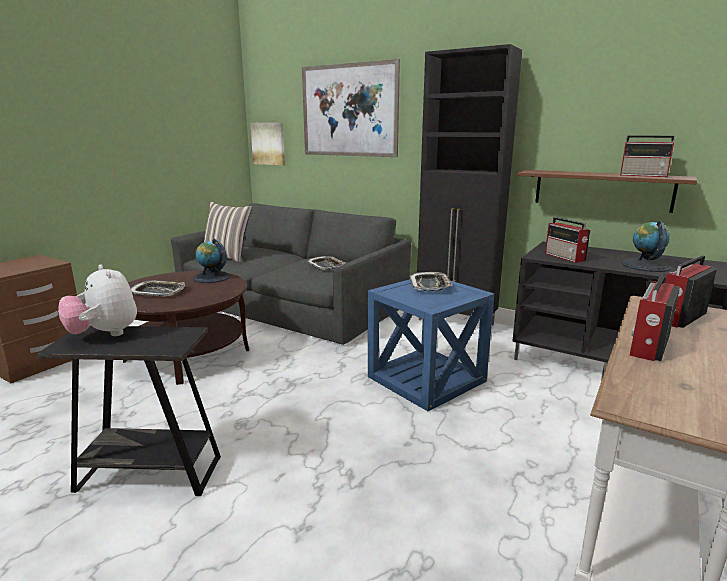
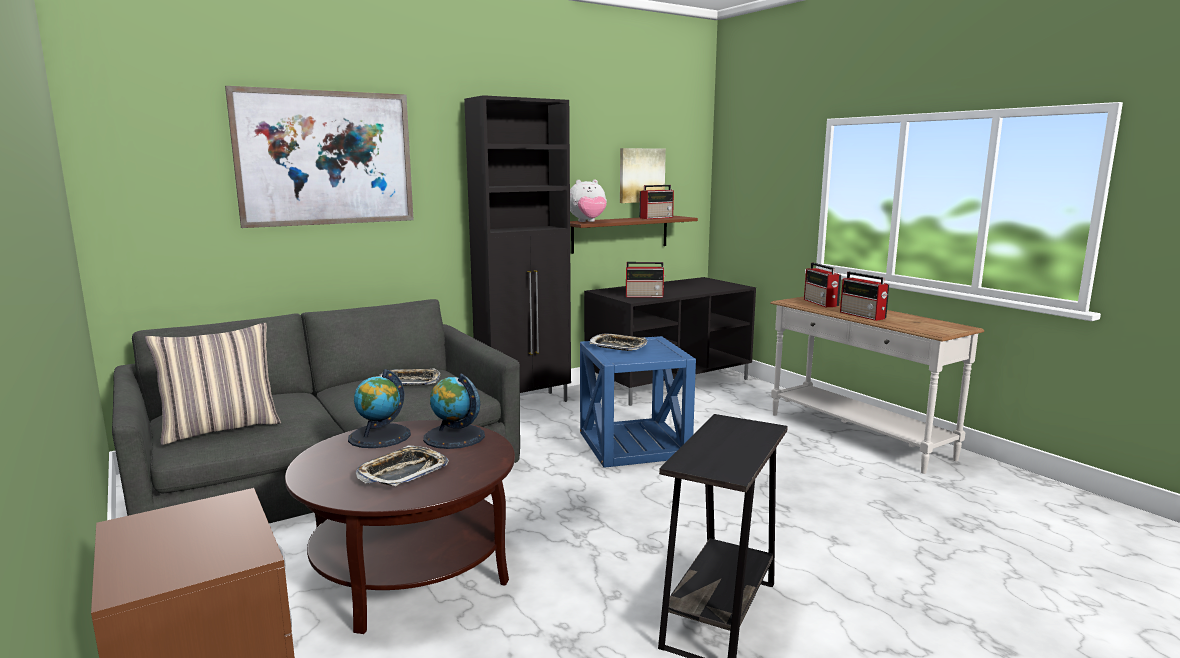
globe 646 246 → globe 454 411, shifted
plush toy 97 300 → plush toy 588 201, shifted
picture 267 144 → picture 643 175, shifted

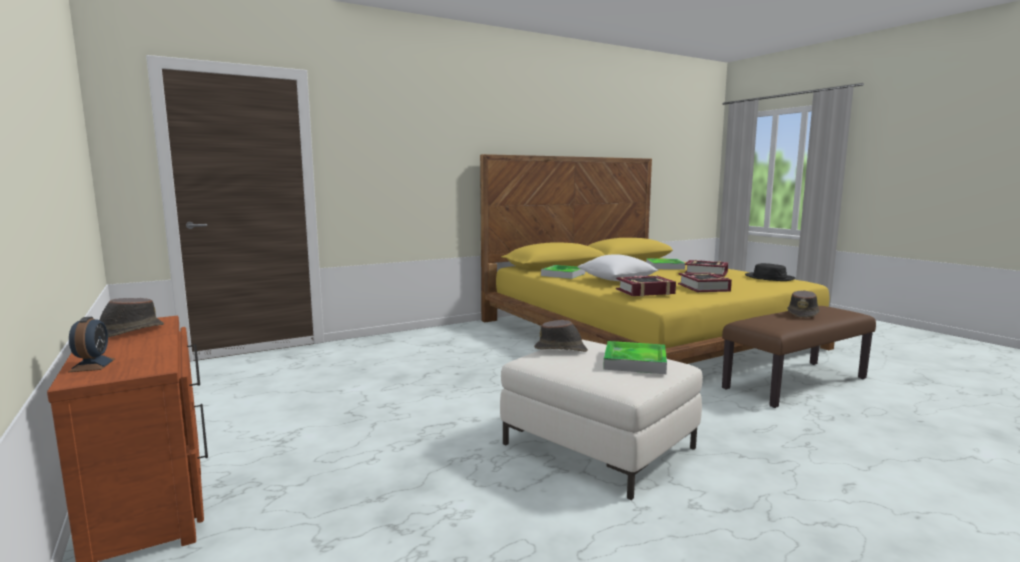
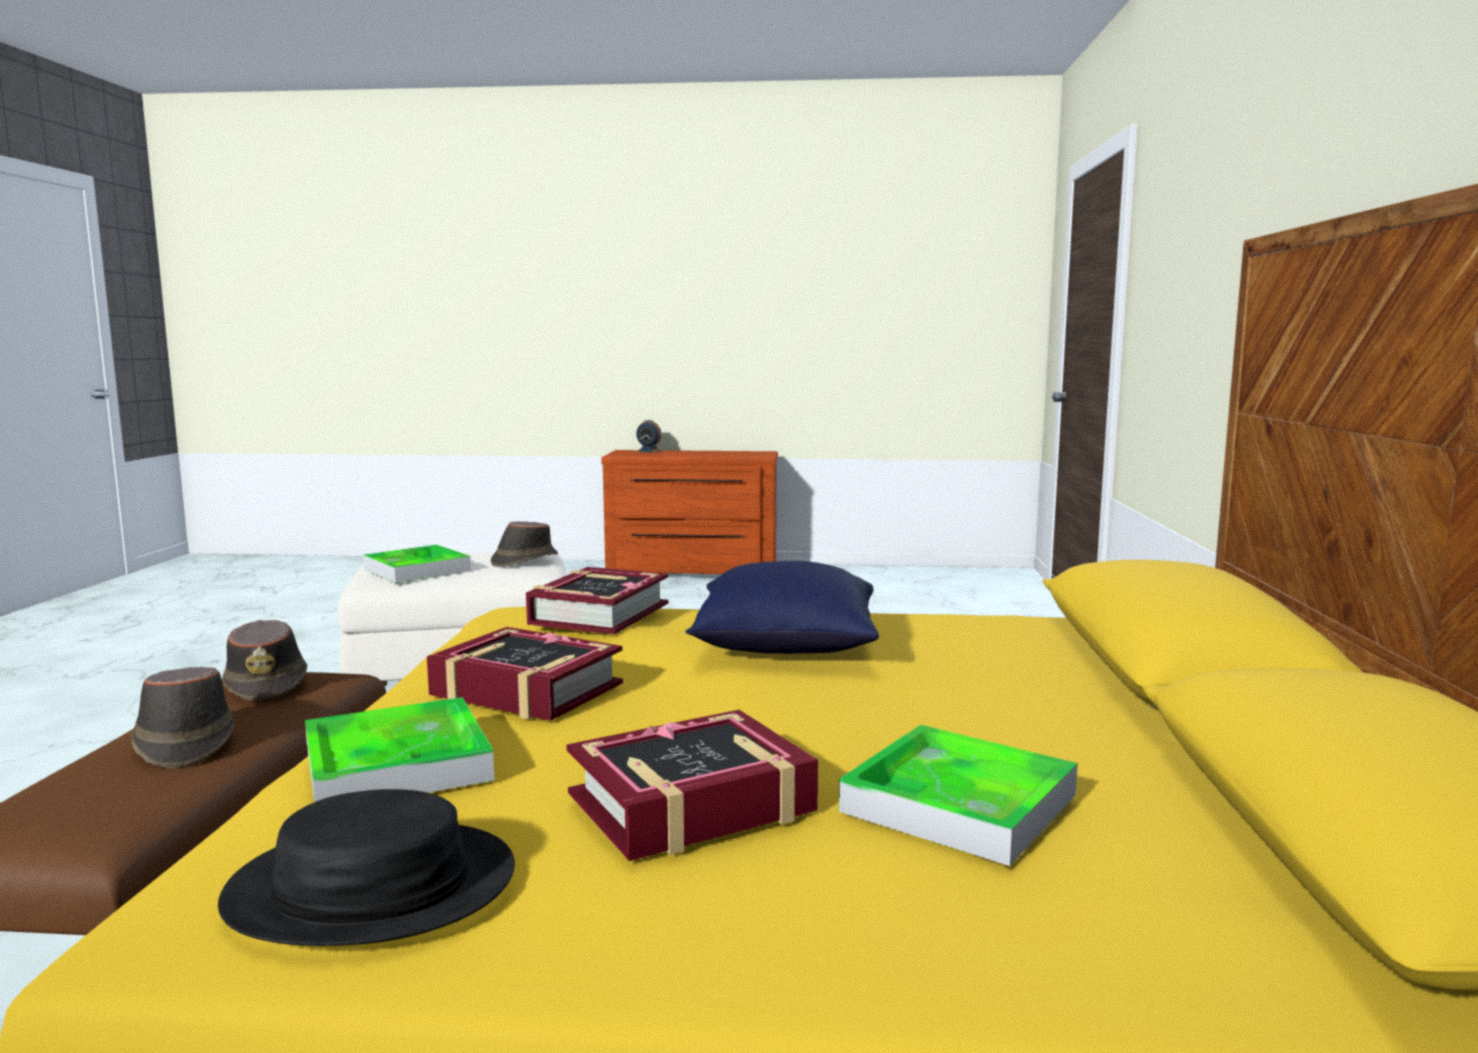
brown hat 132 318 → brown hat 264 660, shifted
tray 563 272 → tray 399 749, shifted
white pillow 618 267 → blue pillow 782 607

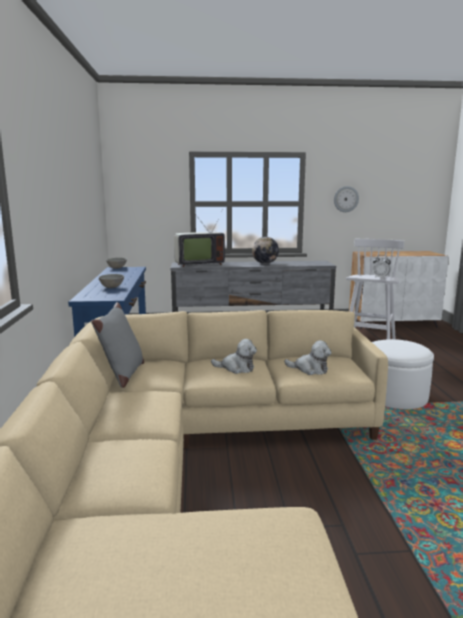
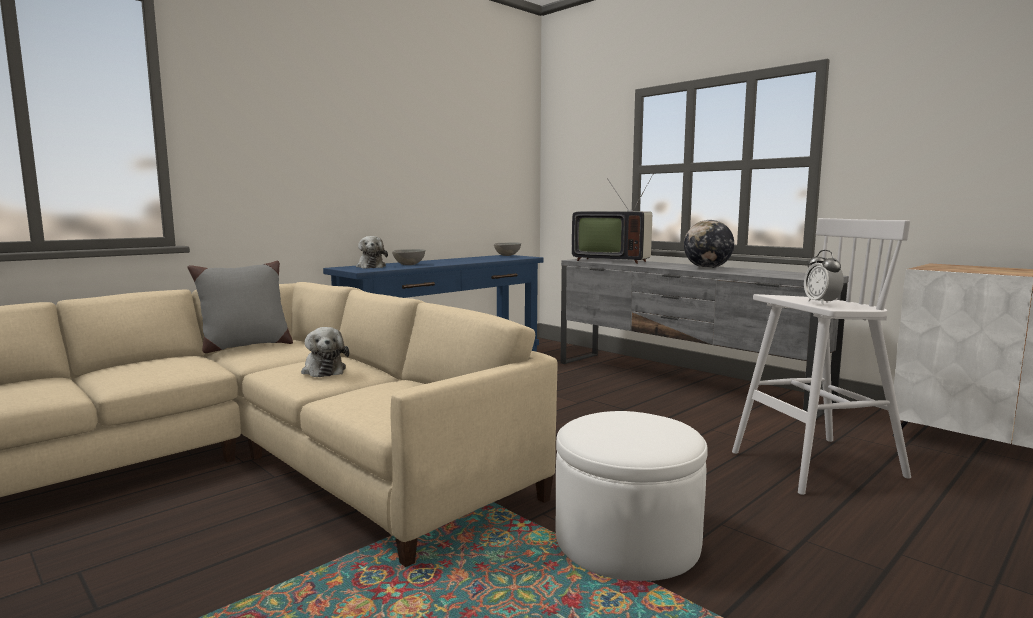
plush toy 307 357 → plush toy 372 252, shifted
wall clock 346 199 → -

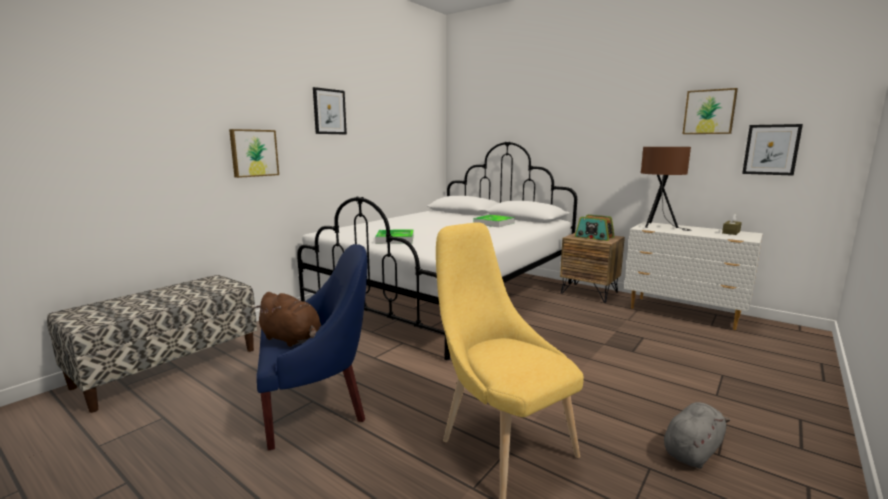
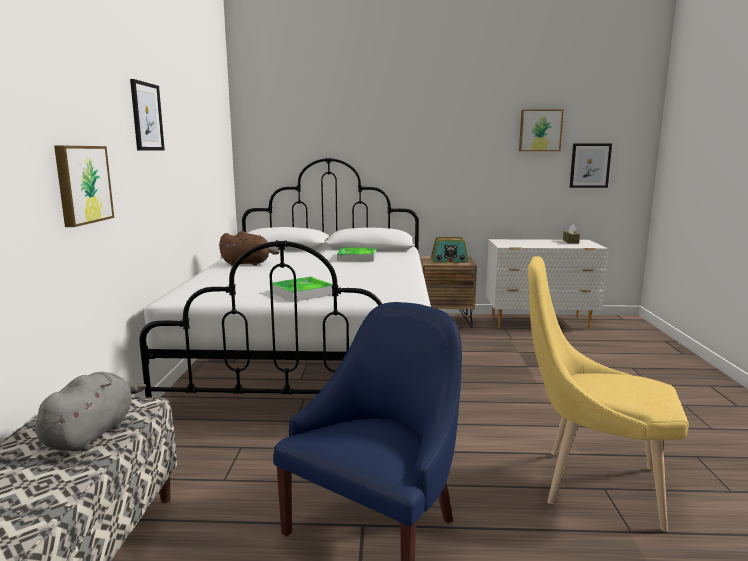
grey plush toy 697 435 → grey plush toy 90 411, shifted
brown plush toy 287 319 → brown plush toy 249 248, shifted
brown table lamp 666 189 → -

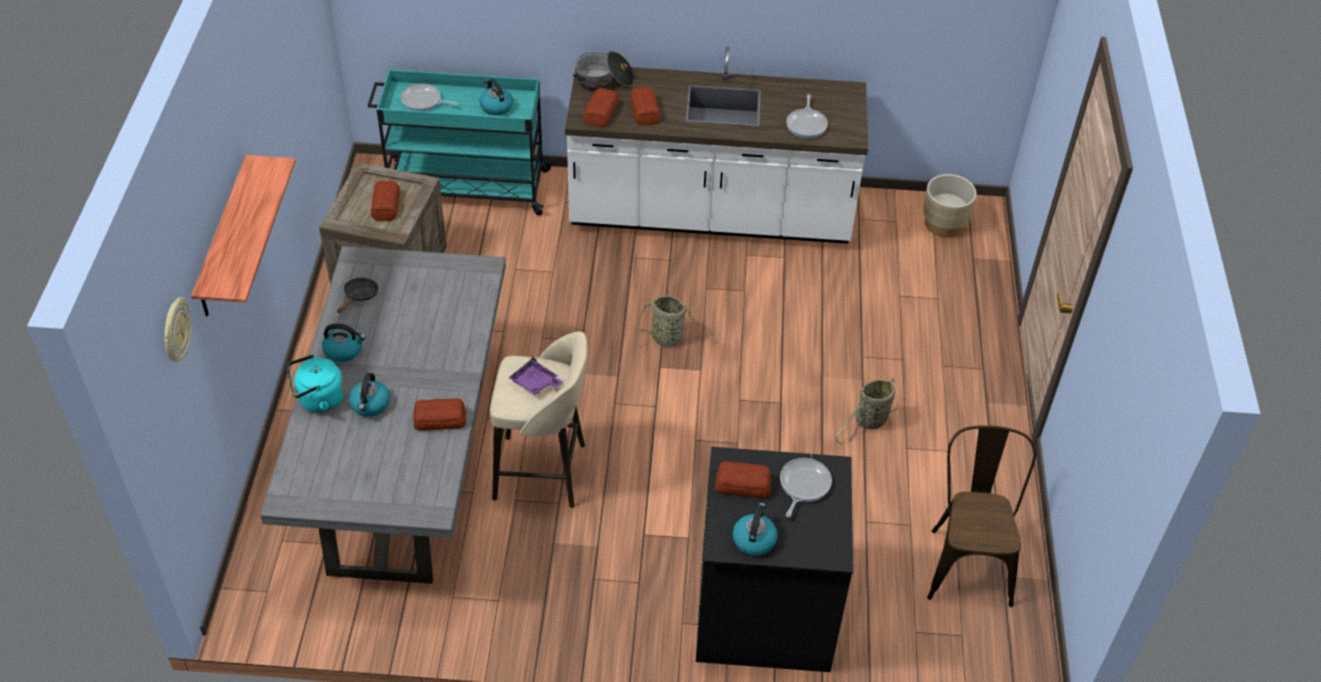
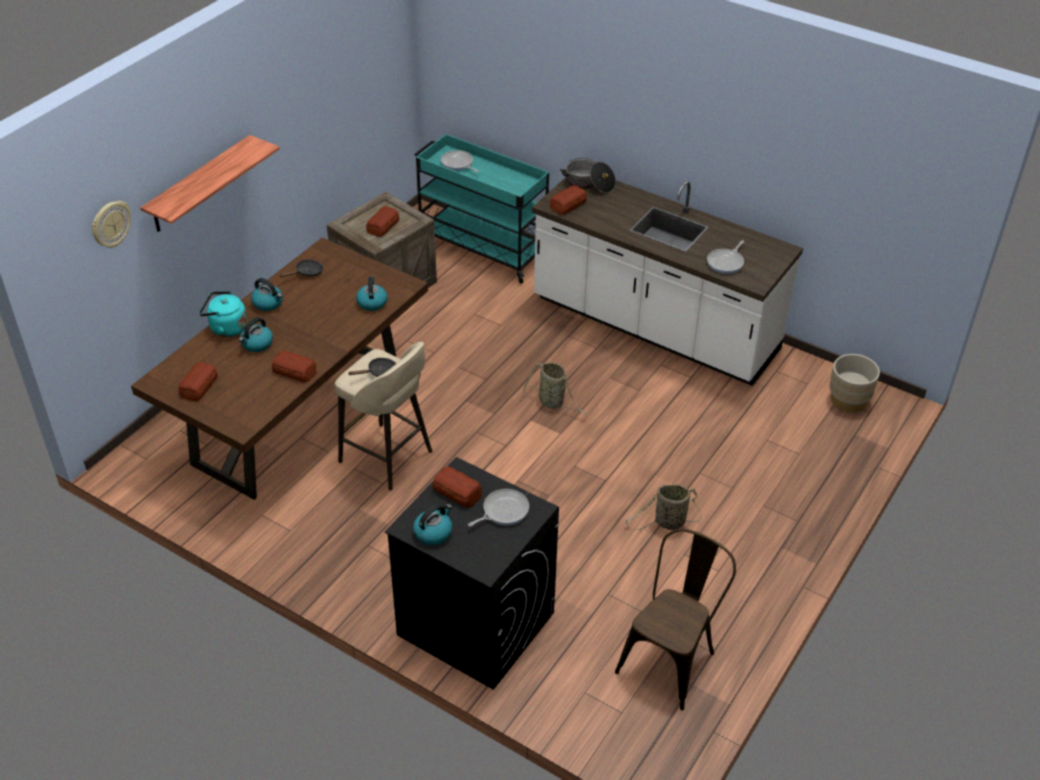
grey dining table 383 415 → brown dining table 279 369
bread 645 106 → bread 198 381, shifted
purple tray 536 376 → black frying pan 372 367
kettle 496 97 → kettle 372 294, shifted

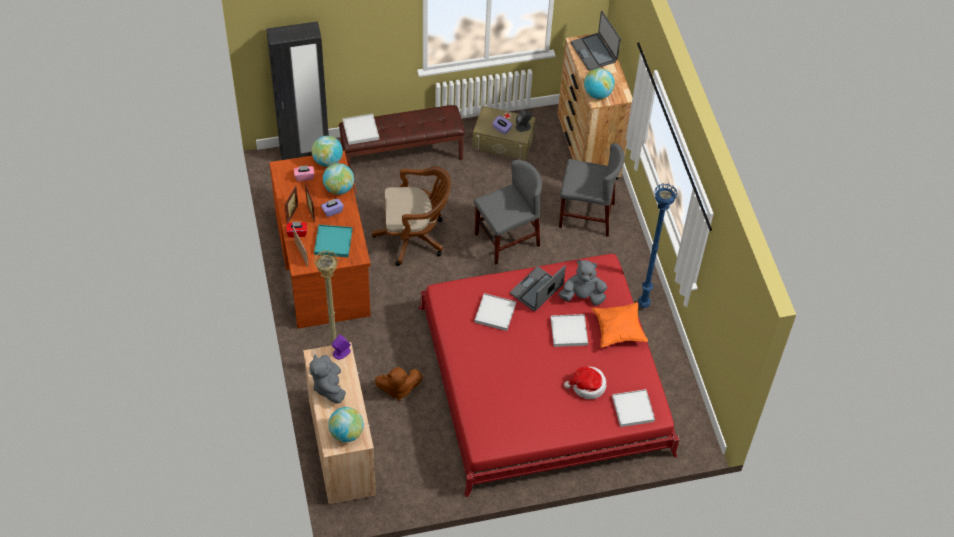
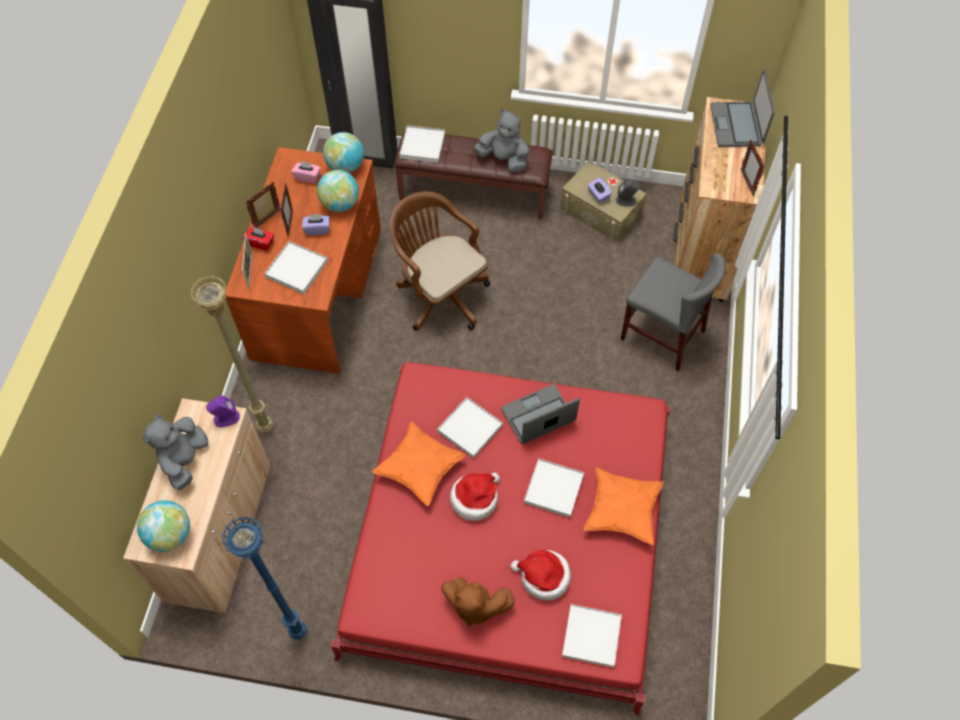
blue floor lamp 658 246 → blue floor lamp 264 578, shifted
turquoise tray 333 241 → white tray 296 267
- → orange pillow 419 464
brown office chair 411 216 → brown office chair 440 261, 150 degrees counterclockwise
brown plush toy 399 384 → brown plush toy 478 601, shifted
- → hat 475 496
grey plush toy 582 283 → grey plush toy 501 141, shifted
- → picture frame 753 168
grey chair 508 211 → -
globe 599 83 → -

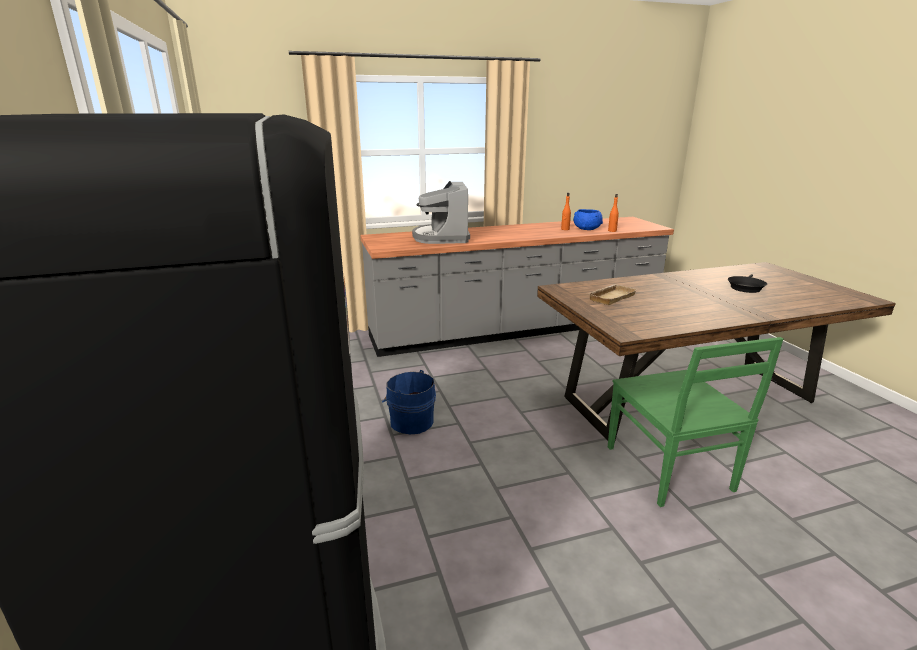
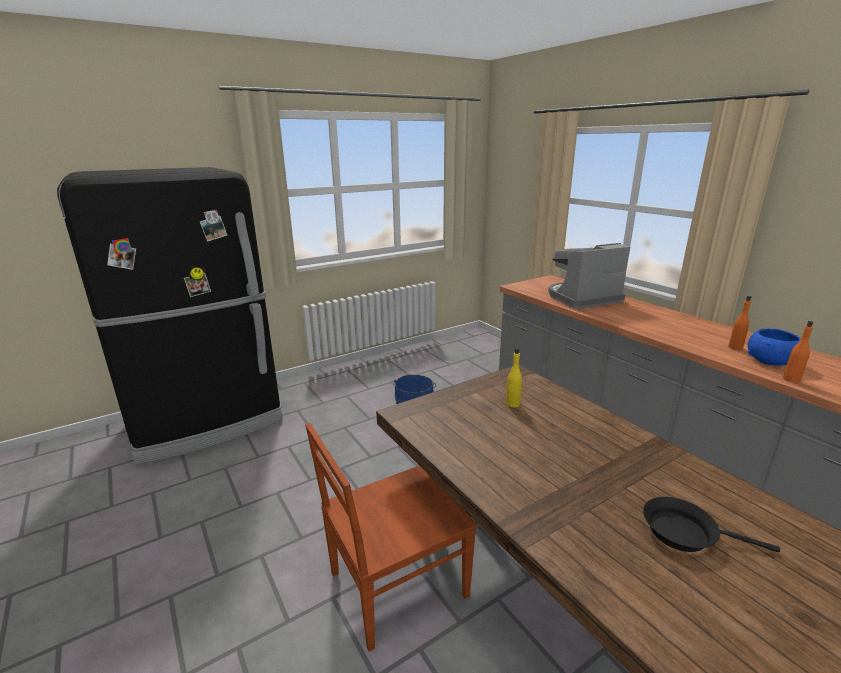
green chair 696 422 → brown chair 391 537
beige tray 612 294 → yellow bottle 514 378

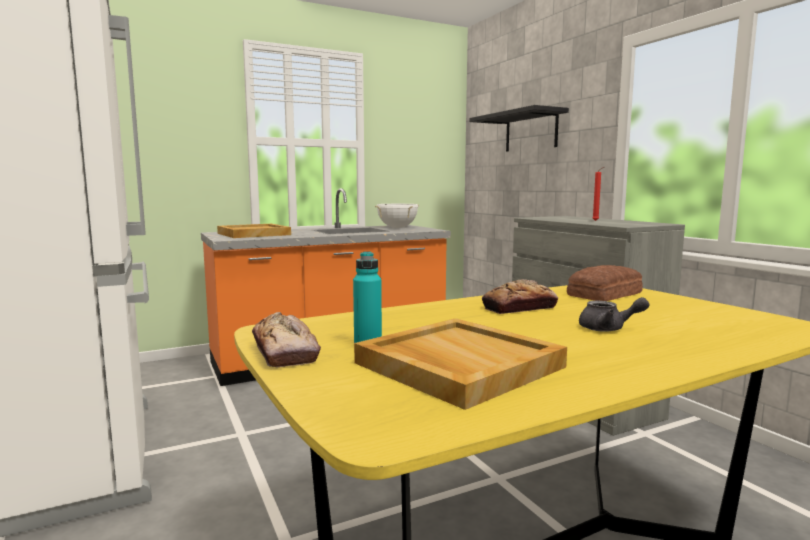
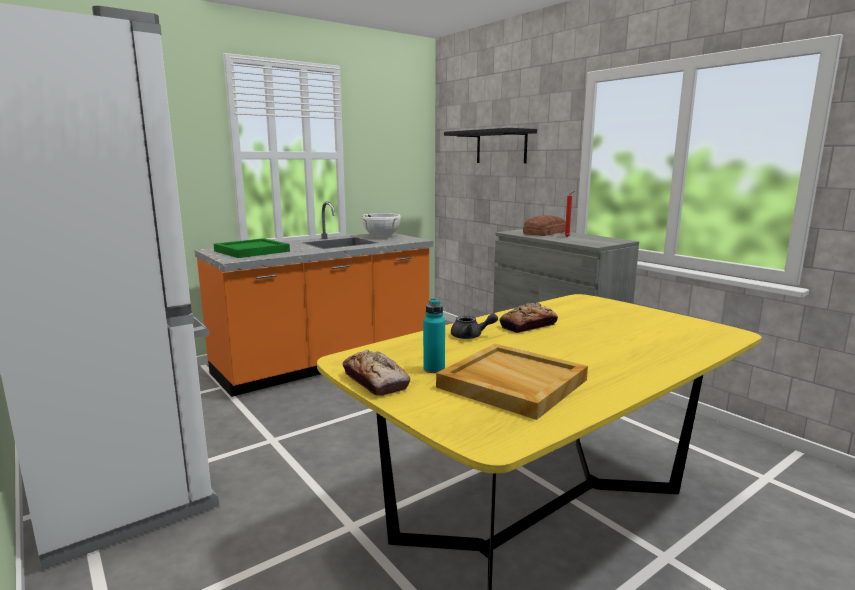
beige tray 254 231 → green tray 252 248
grey teapot 614 314 → grey teapot 474 326, shifted
bread 605 283 → bread 544 225, shifted

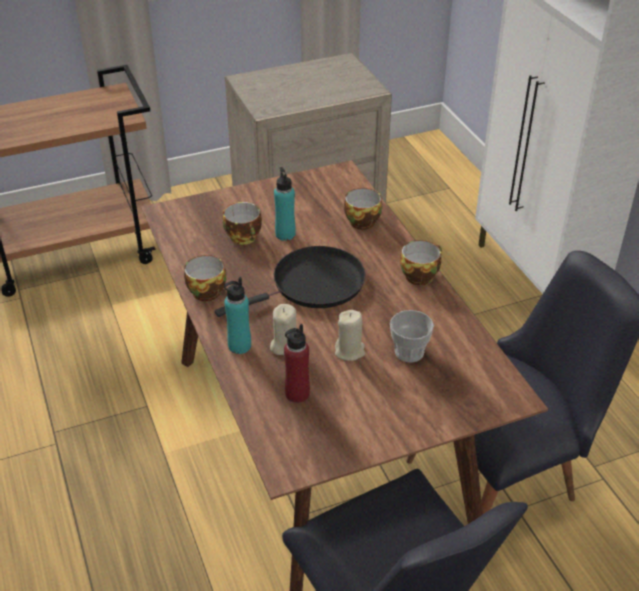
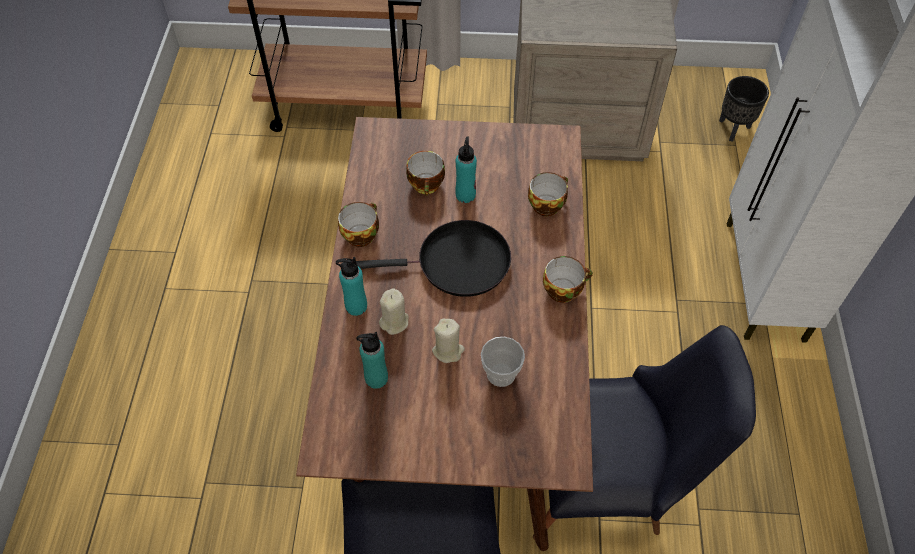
red bottle 297 363 → turquoise bottle 372 360
- → black planter 744 109

